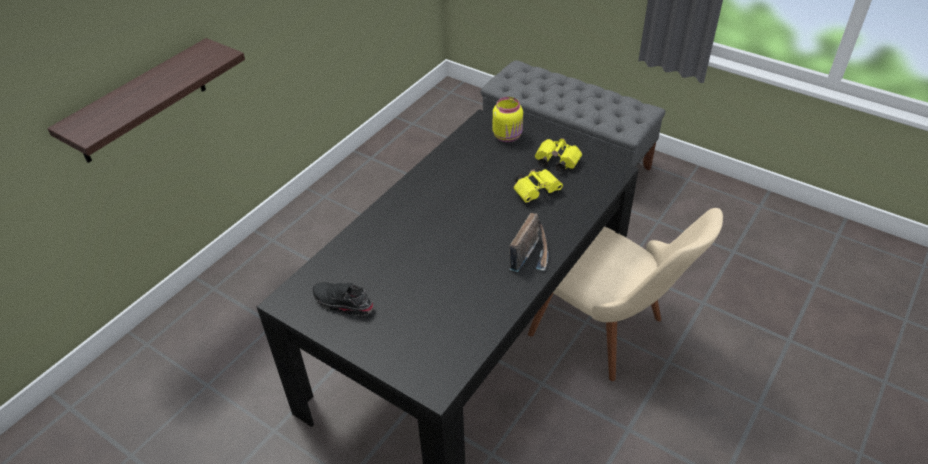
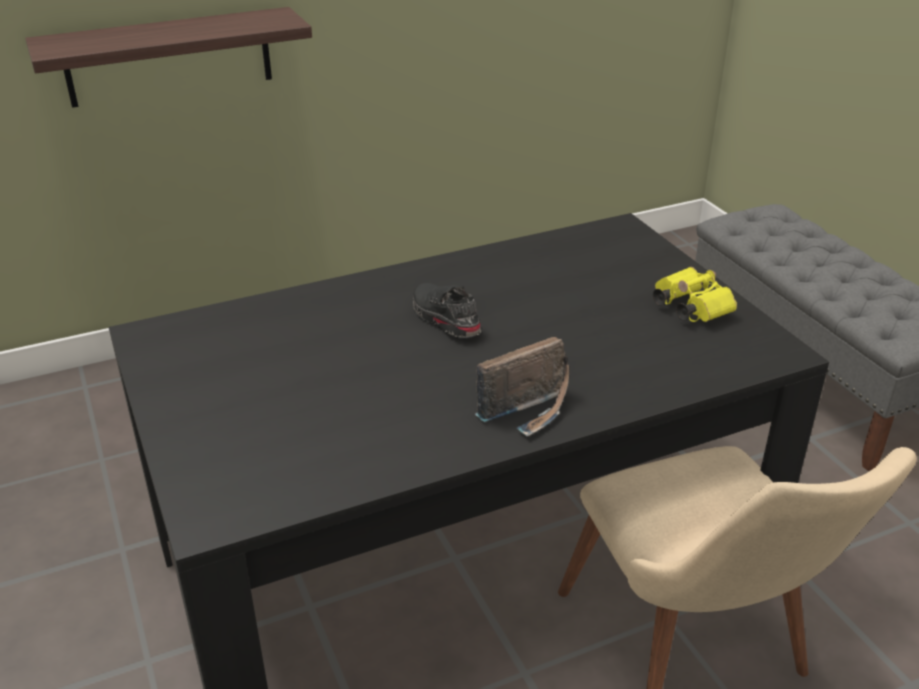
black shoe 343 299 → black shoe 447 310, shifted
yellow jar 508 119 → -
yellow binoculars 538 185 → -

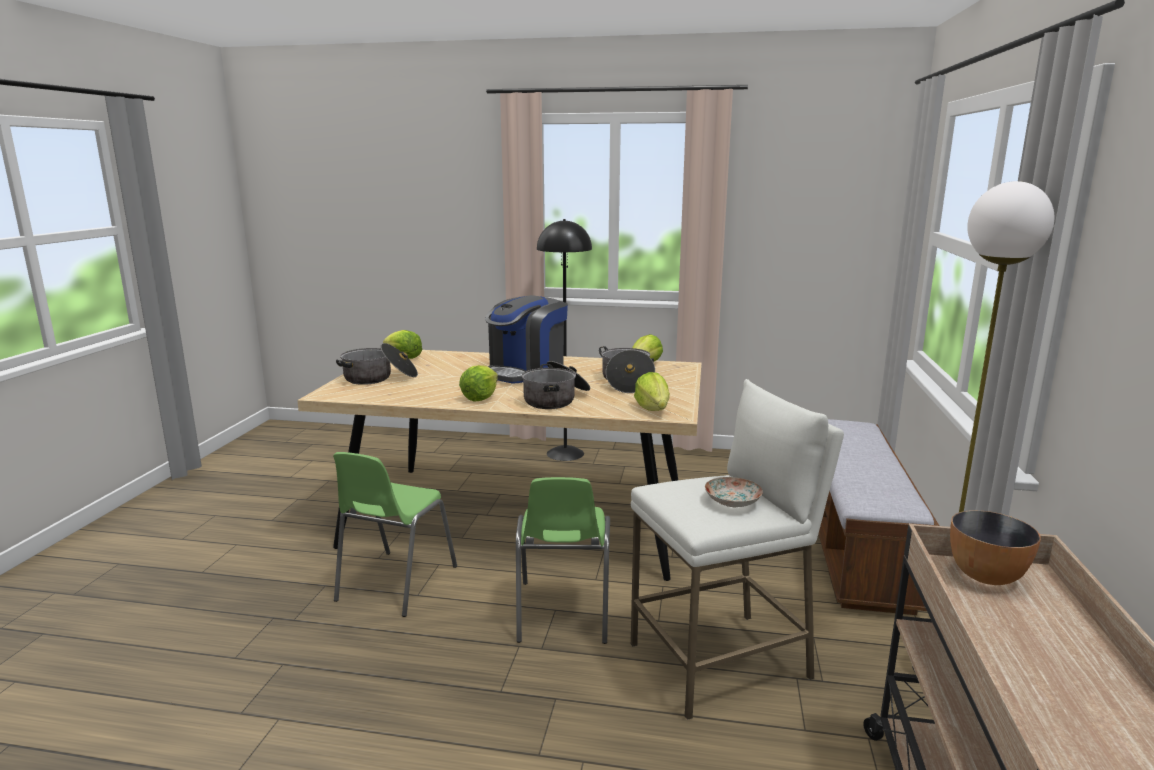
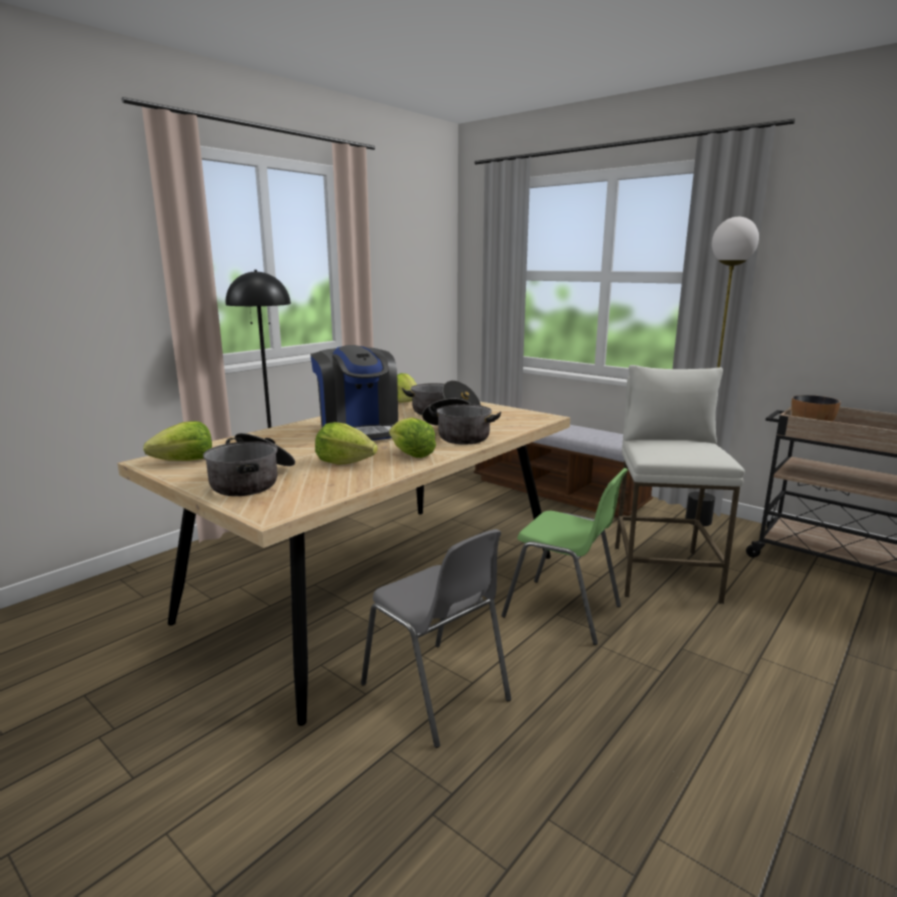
lettuce 652 391 → lettuce 346 443, shifted
green chair 395 534 → grey chair 436 638
plate 734 492 → -

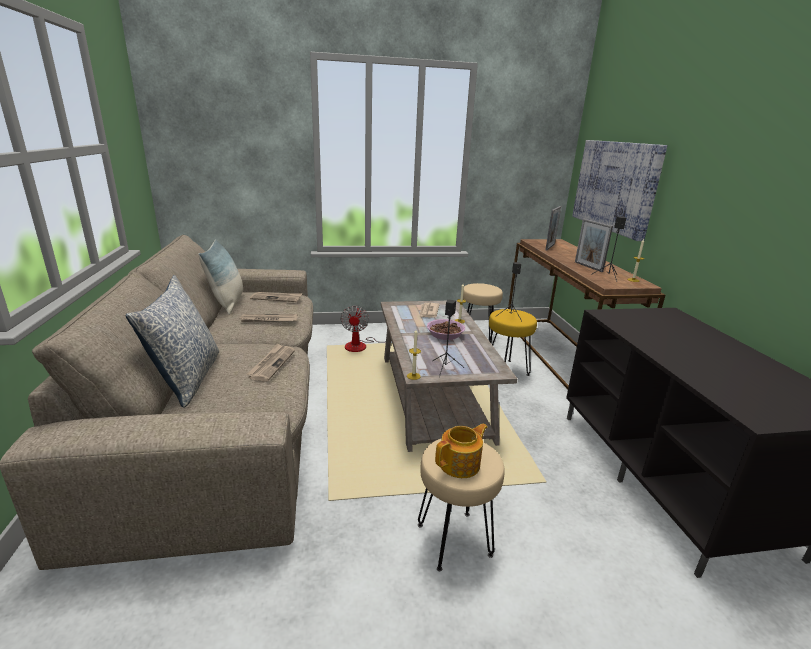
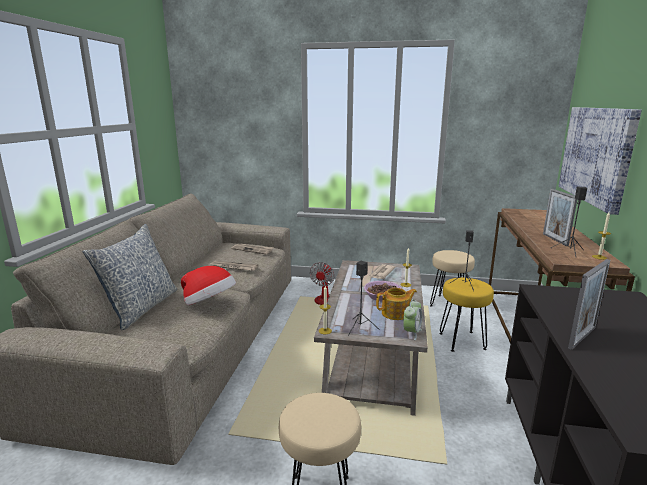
newspaper 270 362 → hat 208 286
teapot 461 451 → teapot 396 304, shifted
- → alarm clock 412 319
picture frame 553 228 → picture frame 589 304, shifted
pillow 220 277 → -

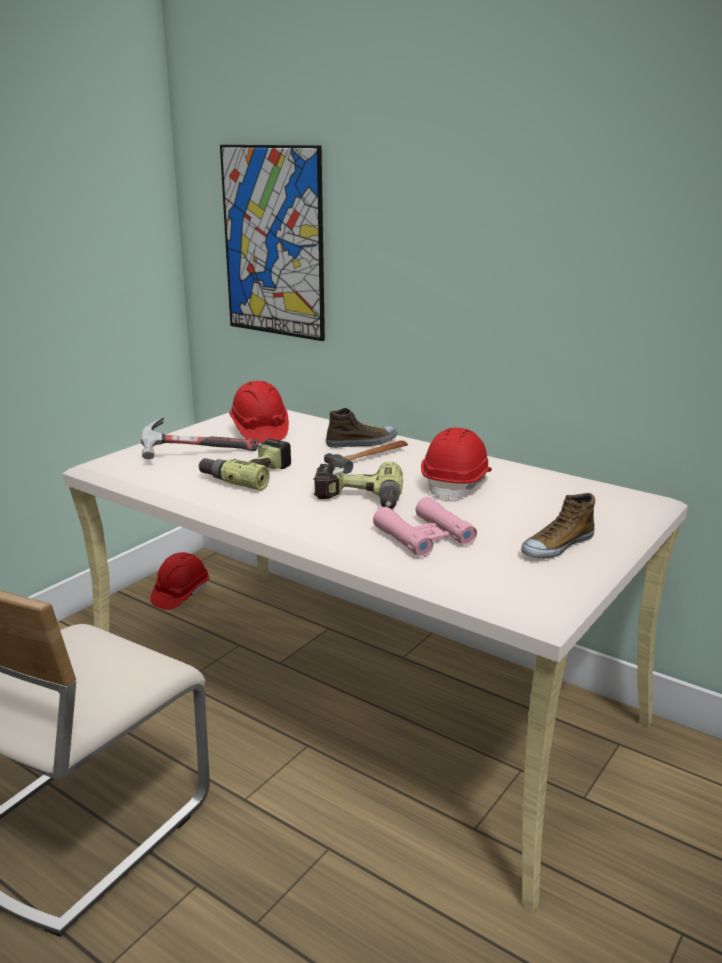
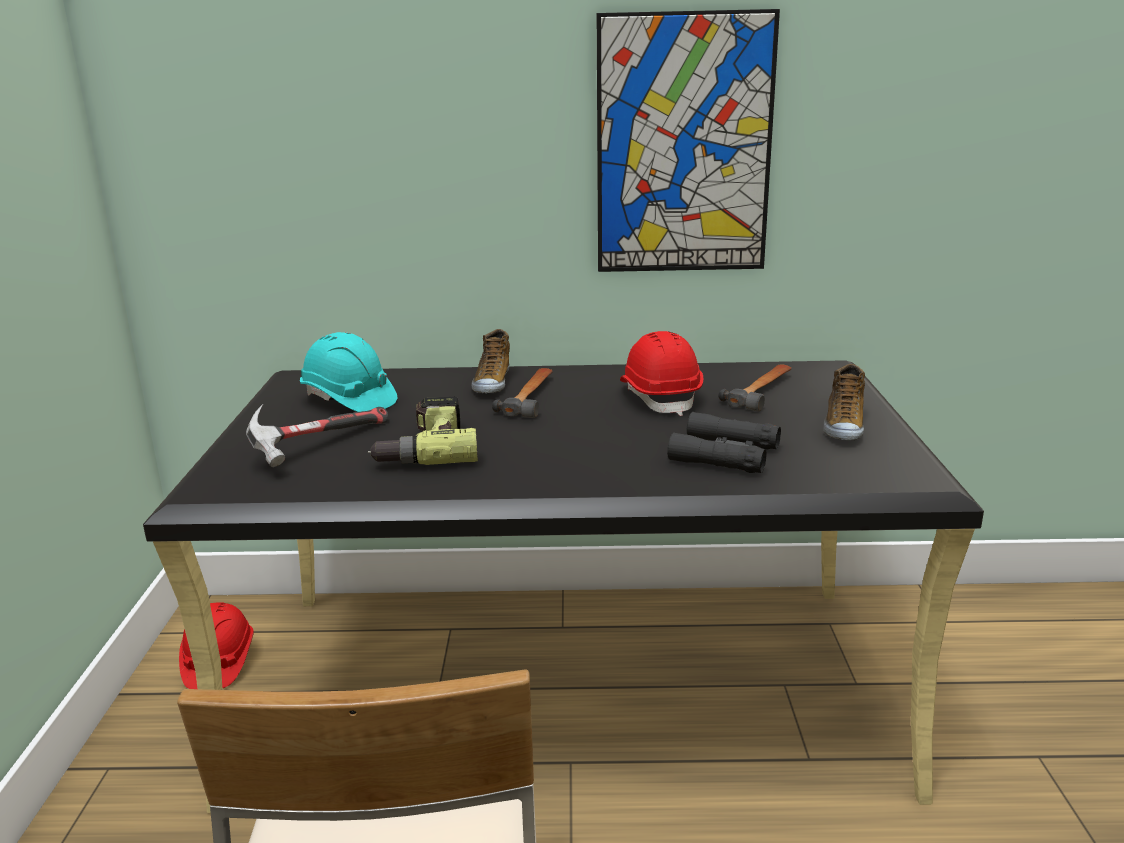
beige desk 375 660 → black desk 563 586
red hard hat 259 412 → turquoise hard hat 348 372
shoe 362 428 → shoe 491 361, 150 degrees clockwise
picture 272 243 → picture 688 140, shifted
pink binoculars 425 527 → black binoculars 724 442
- → hammer 755 388
power drill 358 485 → -

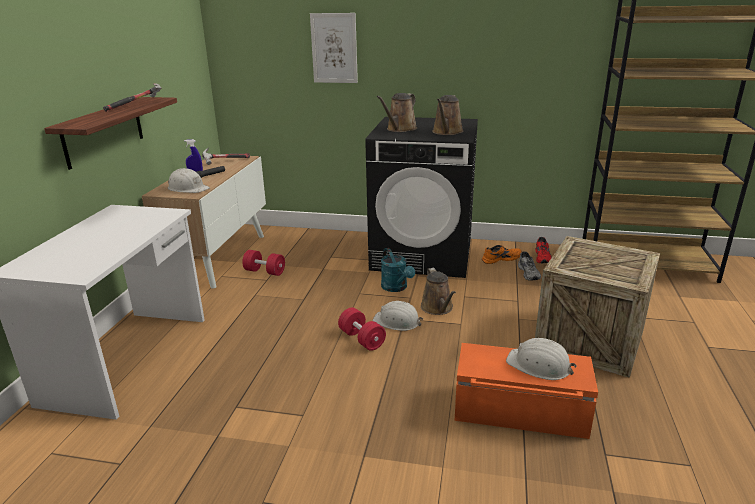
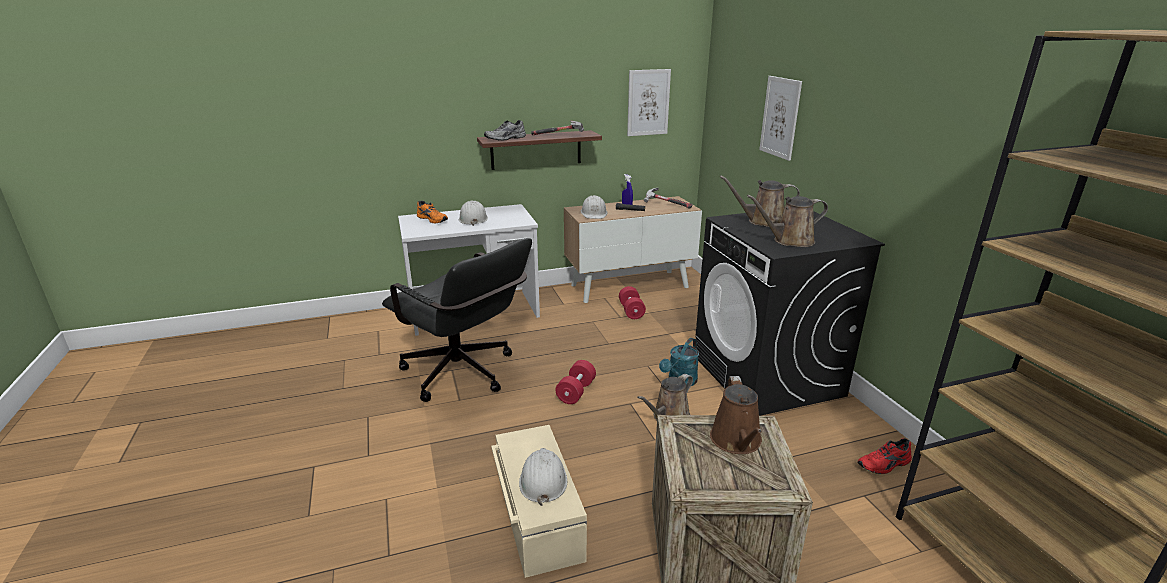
- → black office chair 457 320
orange shoe 502 254 → orange shoe 432 212, shifted
white hard hat 398 316 → white hard hat 473 213, shifted
grey shoe 529 266 → grey shoe 505 130, shifted
orange storage box 526 391 → beige storage box 539 501
- → picture 649 102
- → brown watering can 736 415

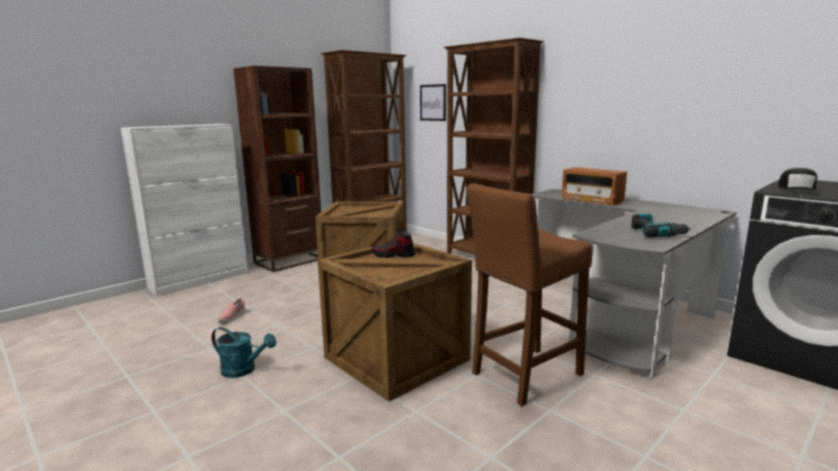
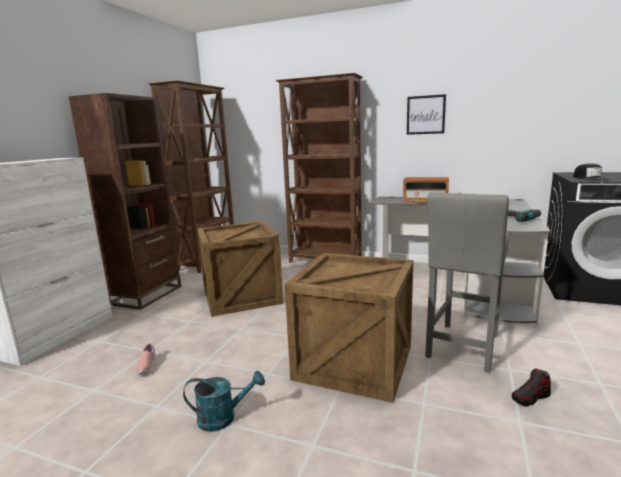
picture 433 102 → picture 426 114, shifted
brown stool 529 294 → grey stool 467 282
shoe 393 243 → shoe 531 387, shifted

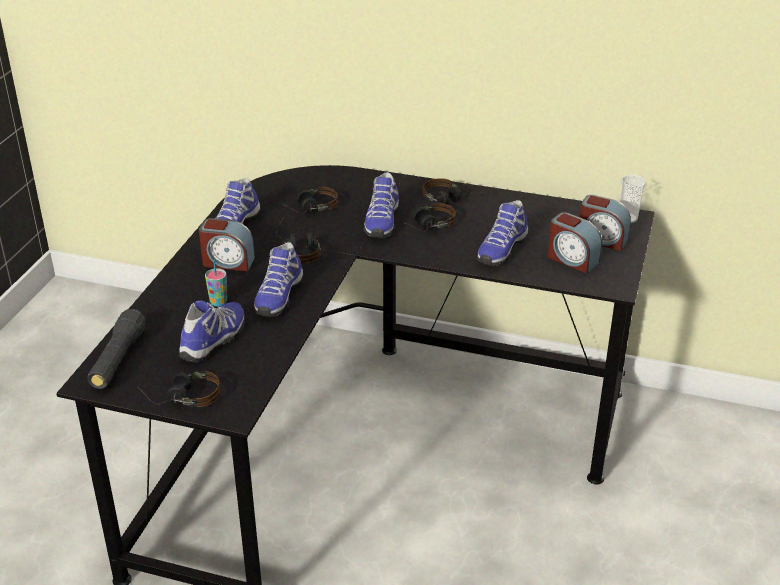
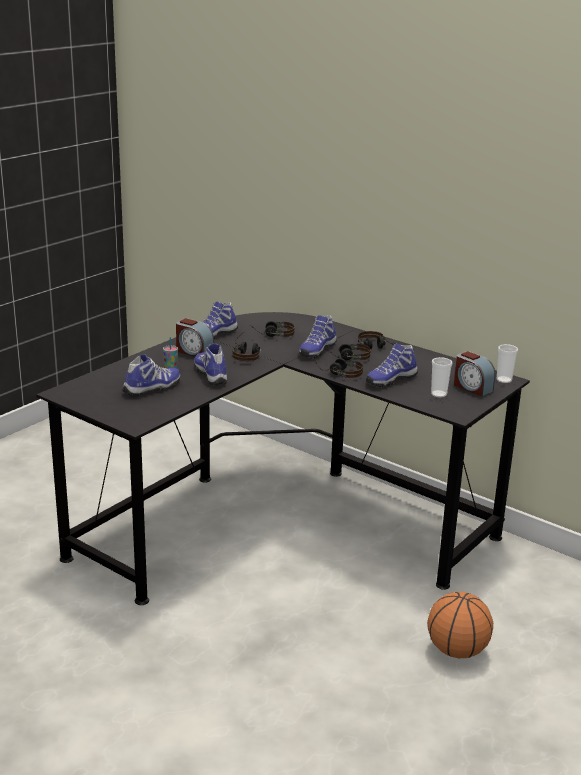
shoe 278 280 → shoe 210 364, 120 degrees clockwise
headphones 178 389 → headphones 338 368, shifted
- → basketball 460 625
alarm clock 575 242 → cup 442 377
black flashlight 117 349 → -

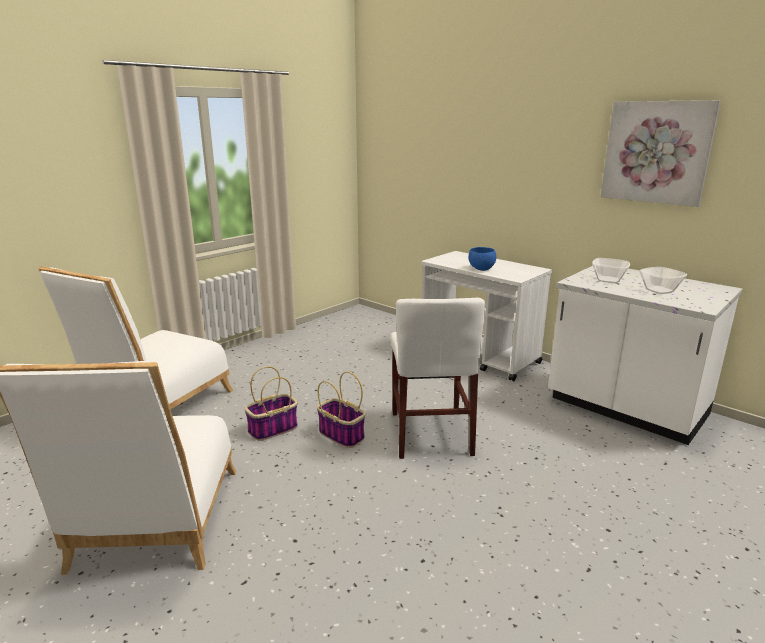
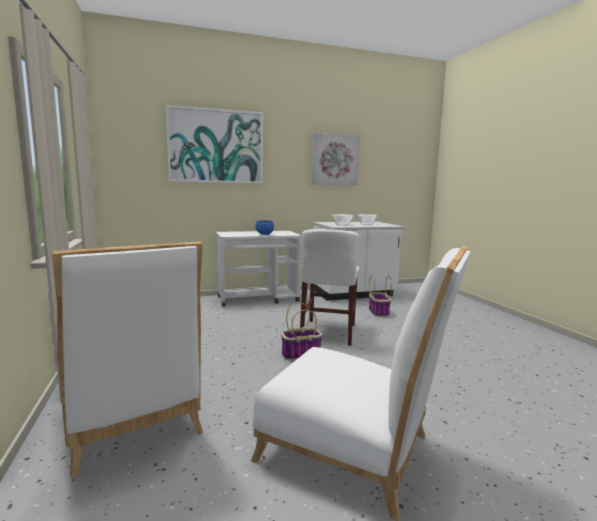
- → picture 214 144
white chair 438 378 → white chair 330 287, 75 degrees clockwise
basket 271 403 → basket 380 296, shifted

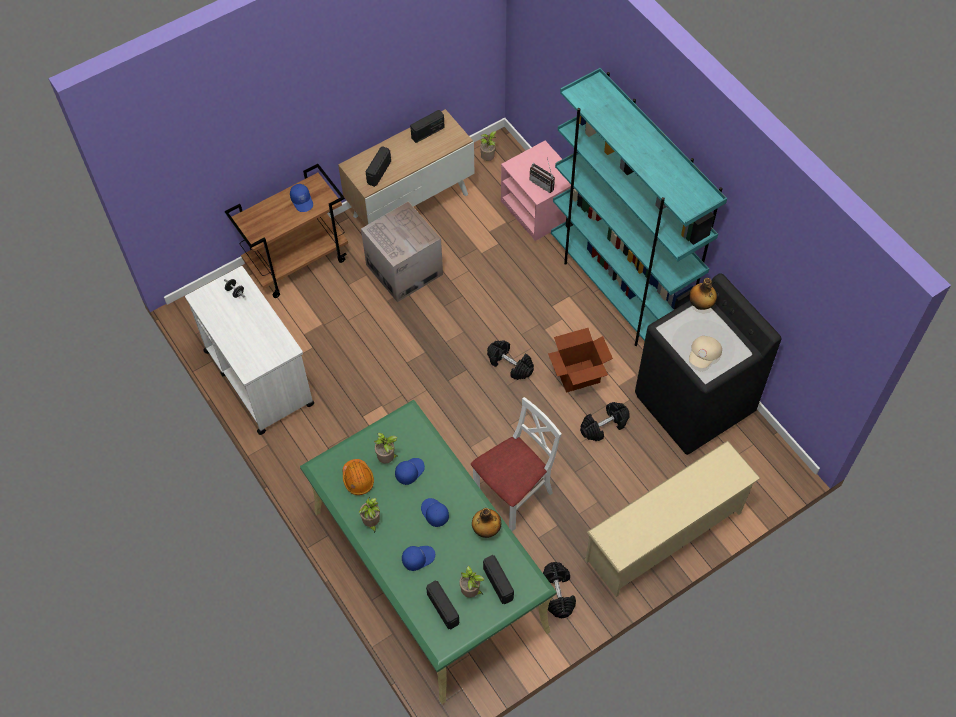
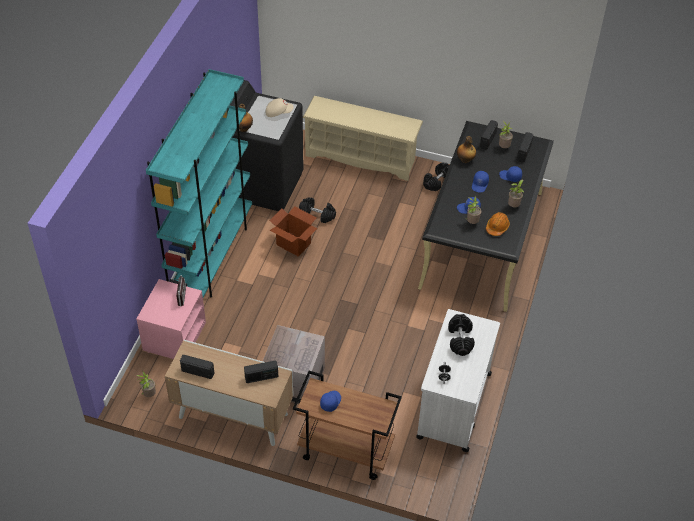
green desk 428 552 → black desk 486 216
black dumbbell 510 360 → black dumbbell 461 335, shifted
white chair 516 464 → -

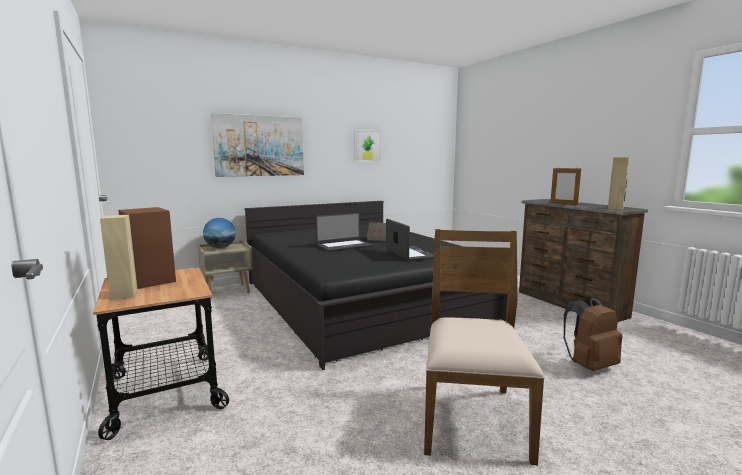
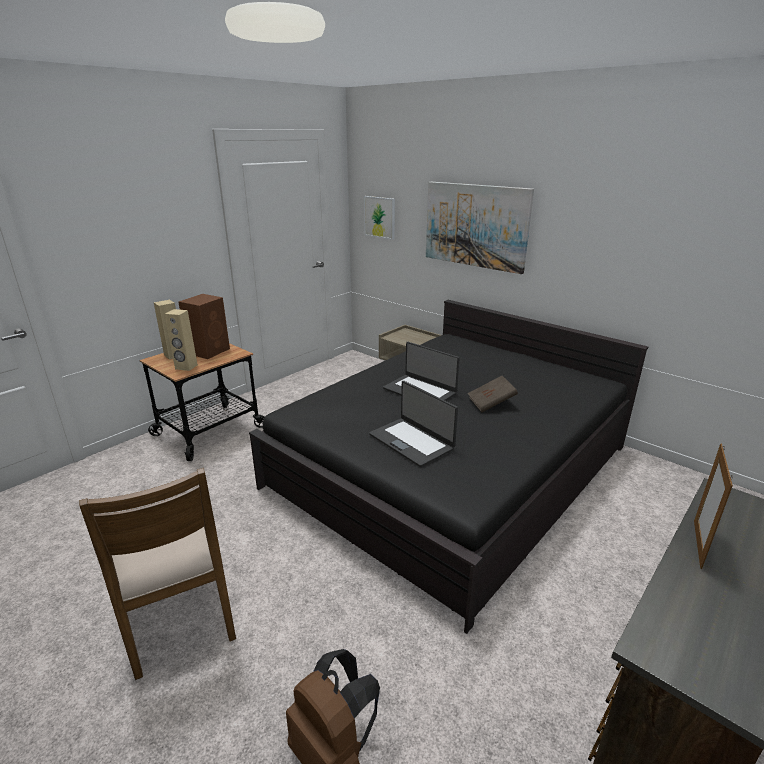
brown chair 484 347 → brown chair 157 574, 75 degrees clockwise
beige speaker 618 183 → beige speaker 181 340, shifted
picture 367 145 → picture 379 218, shifted
laptop 410 240 → laptop 413 424, 90 degrees clockwise
globe 219 233 → -

